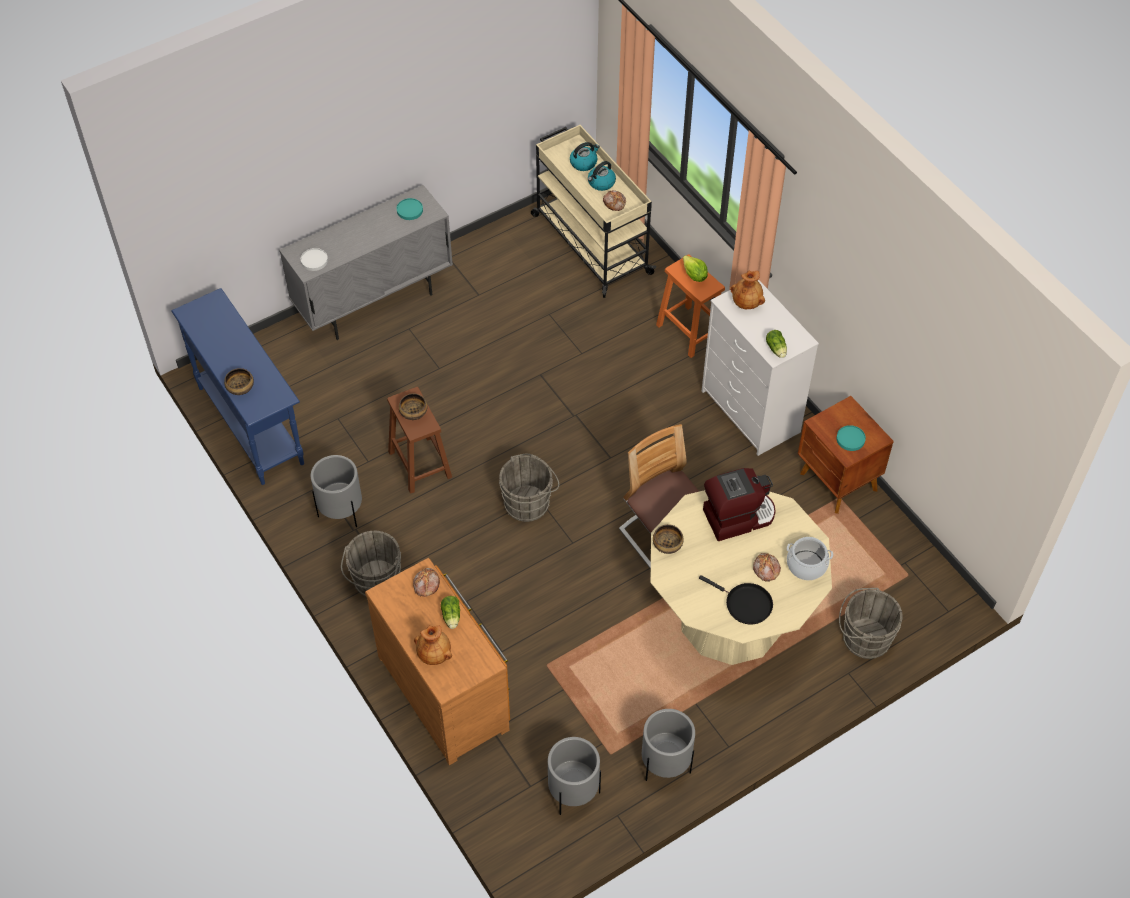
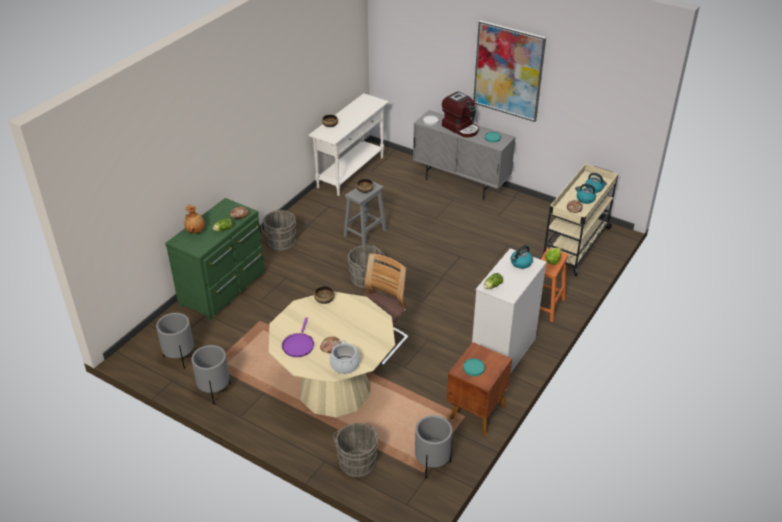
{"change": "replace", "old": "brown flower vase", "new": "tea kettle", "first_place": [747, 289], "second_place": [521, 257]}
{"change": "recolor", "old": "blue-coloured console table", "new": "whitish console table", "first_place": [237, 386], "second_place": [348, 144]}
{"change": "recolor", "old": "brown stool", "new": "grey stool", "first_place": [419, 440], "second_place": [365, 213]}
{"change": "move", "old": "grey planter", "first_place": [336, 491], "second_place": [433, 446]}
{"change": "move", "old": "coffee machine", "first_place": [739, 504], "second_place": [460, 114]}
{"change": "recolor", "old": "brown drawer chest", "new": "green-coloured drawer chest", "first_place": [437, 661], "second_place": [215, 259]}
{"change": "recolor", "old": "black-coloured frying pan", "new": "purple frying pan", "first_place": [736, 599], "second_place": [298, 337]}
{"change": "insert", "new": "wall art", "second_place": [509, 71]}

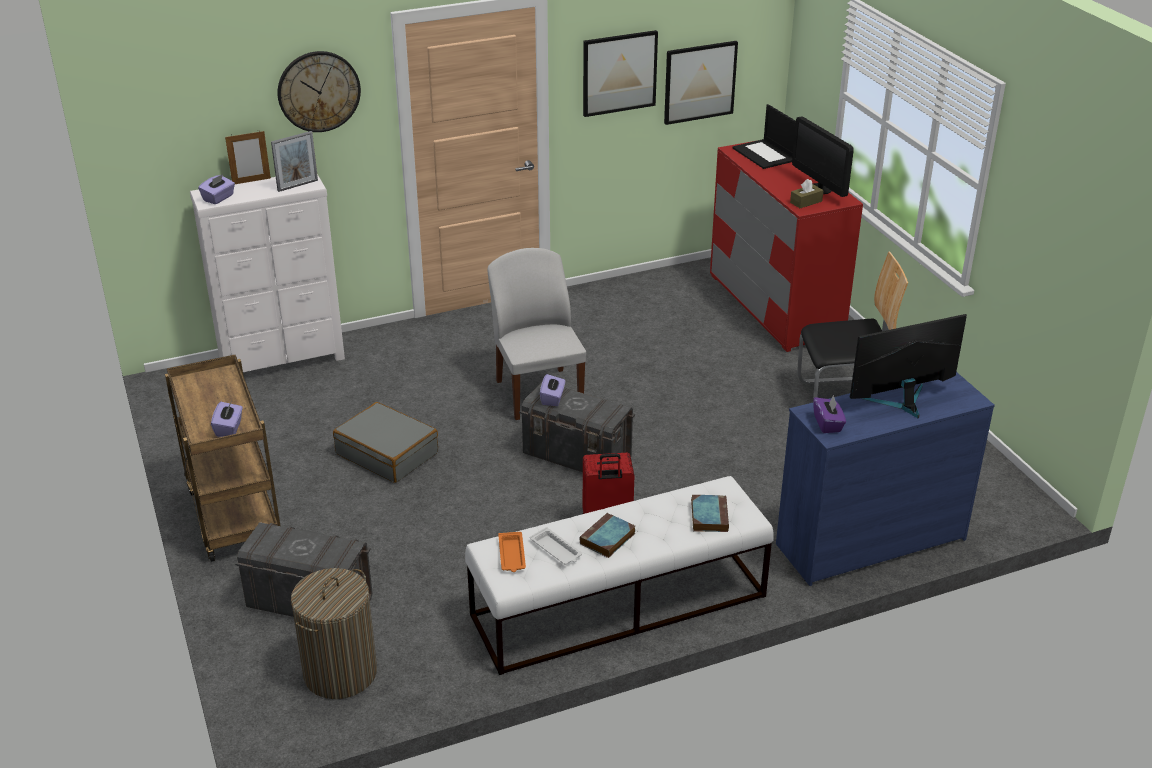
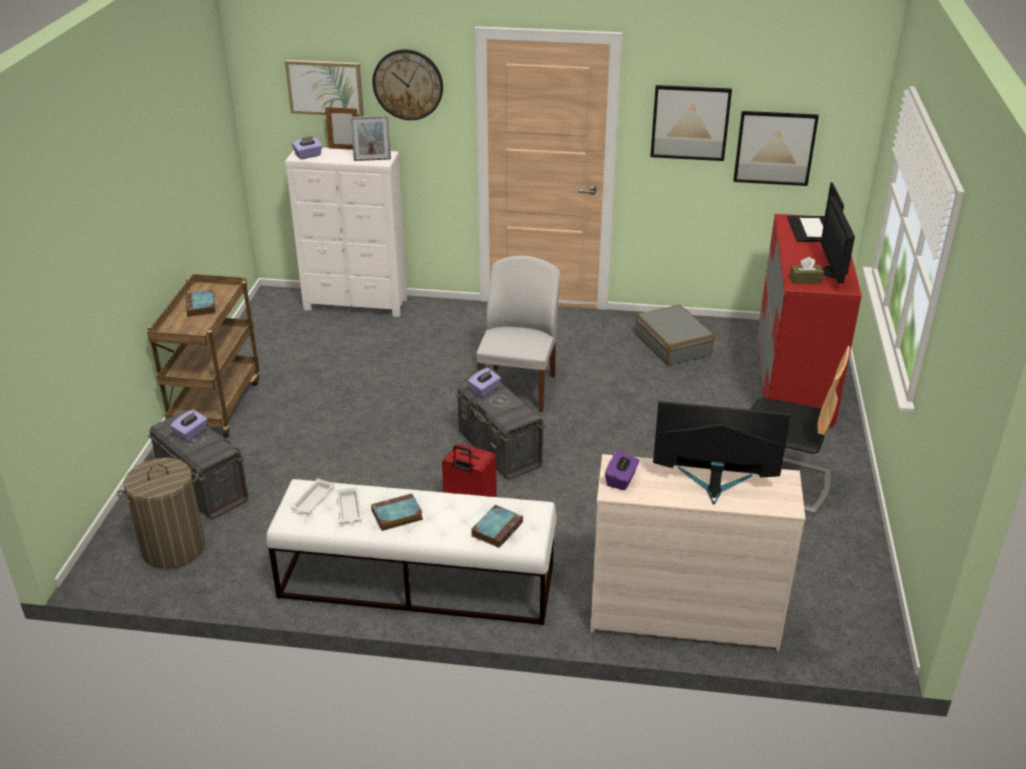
{"change": "recolor", "old": "blue-coloured drawer chest", "new": "beige drawer chest", "first_place": [885, 479], "second_place": [698, 552]}
{"change": "move", "old": "purple tissue box", "first_place": [227, 419], "second_place": [189, 425]}
{"change": "move", "old": "grey piece of luggage", "first_place": [385, 442], "second_place": [674, 335]}
{"change": "recolor", "old": "orange-coloured carrying tray", "new": "whitish carrying tray", "first_place": [512, 552], "second_place": [313, 496]}
{"change": "insert", "new": "wall art", "second_place": [324, 88]}
{"change": "insert", "new": "volume", "second_place": [201, 303]}

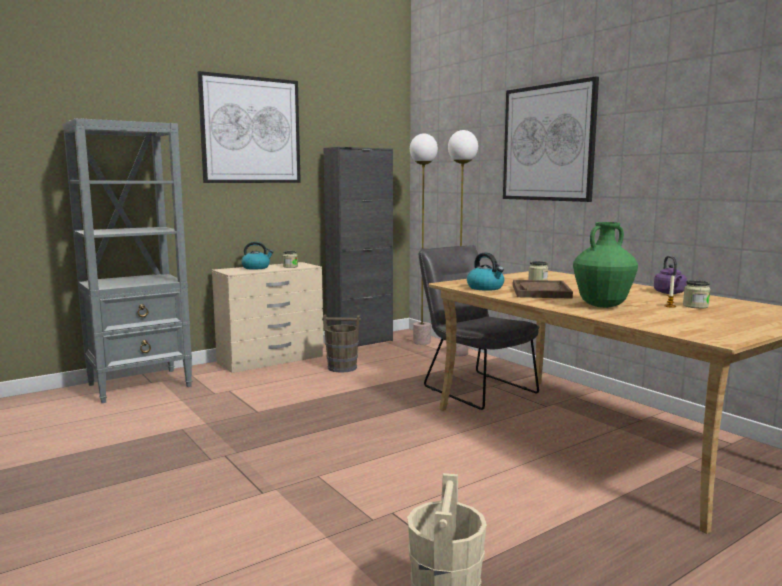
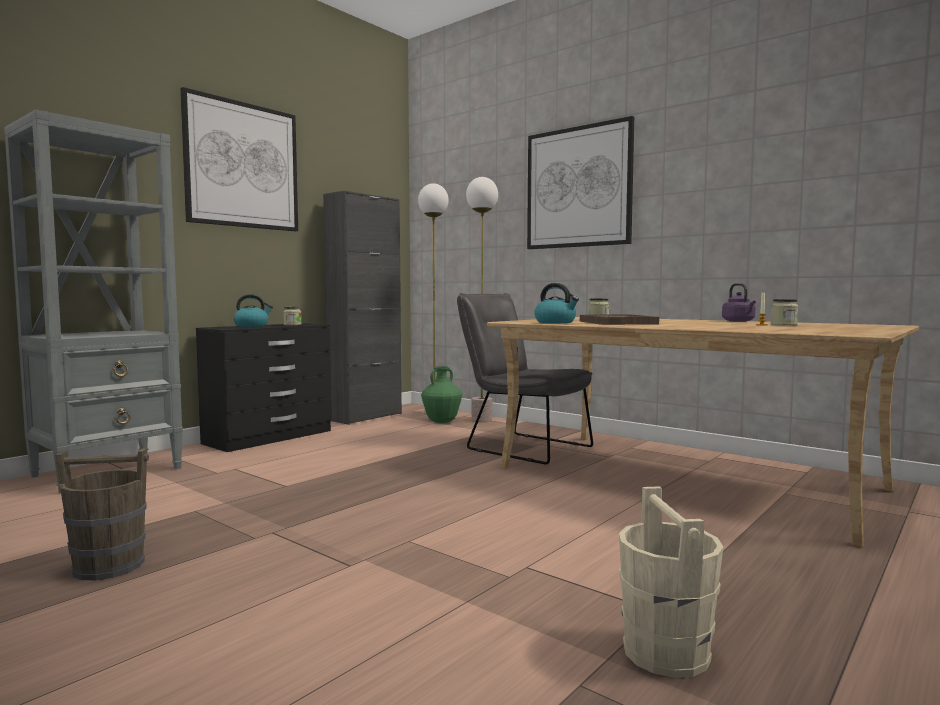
{"change": "move", "old": "green-coloured flower vase", "first_place": [605, 265], "second_place": [441, 394]}
{"change": "recolor", "old": "beige drawer chest", "new": "black-coloured drawer chest", "first_place": [268, 317], "second_place": [264, 387]}
{"change": "move", "old": "brown pail", "first_place": [341, 344], "second_place": [102, 514]}

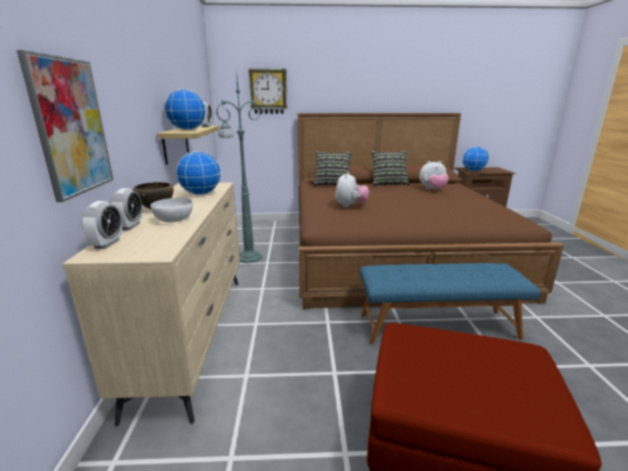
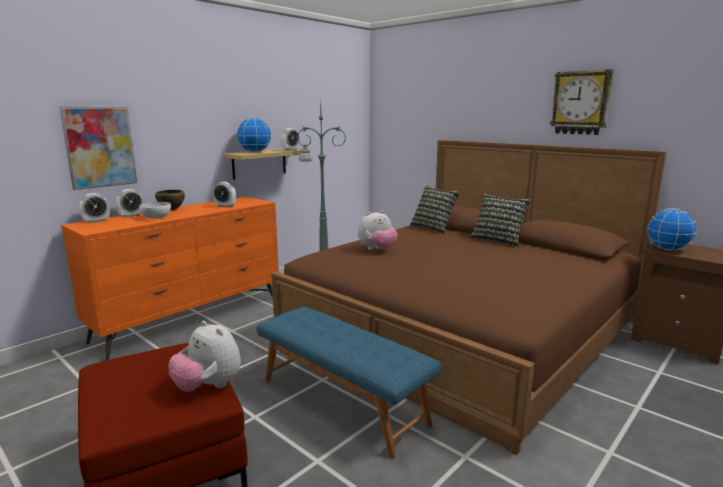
{"change": "move", "old": "clock on the wall", "first_place": [267, 91], "second_place": [582, 102]}
{"change": "replace", "old": "desk globe", "new": "alarm clock", "first_place": [198, 173], "second_place": [224, 194]}
{"change": "move", "old": "plush toy", "first_place": [434, 175], "second_place": [204, 356]}
{"change": "recolor", "old": "beige drawer chest", "new": "orange-coloured drawer chest", "first_place": [151, 304], "second_place": [170, 278]}

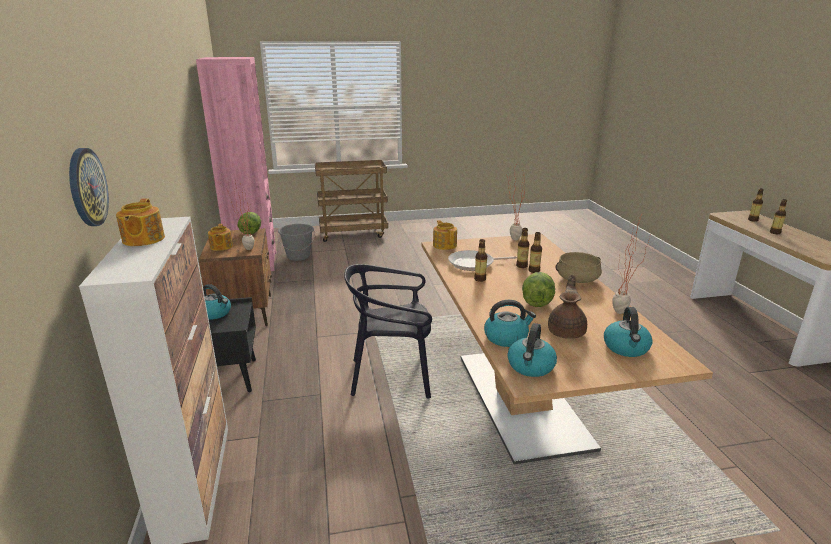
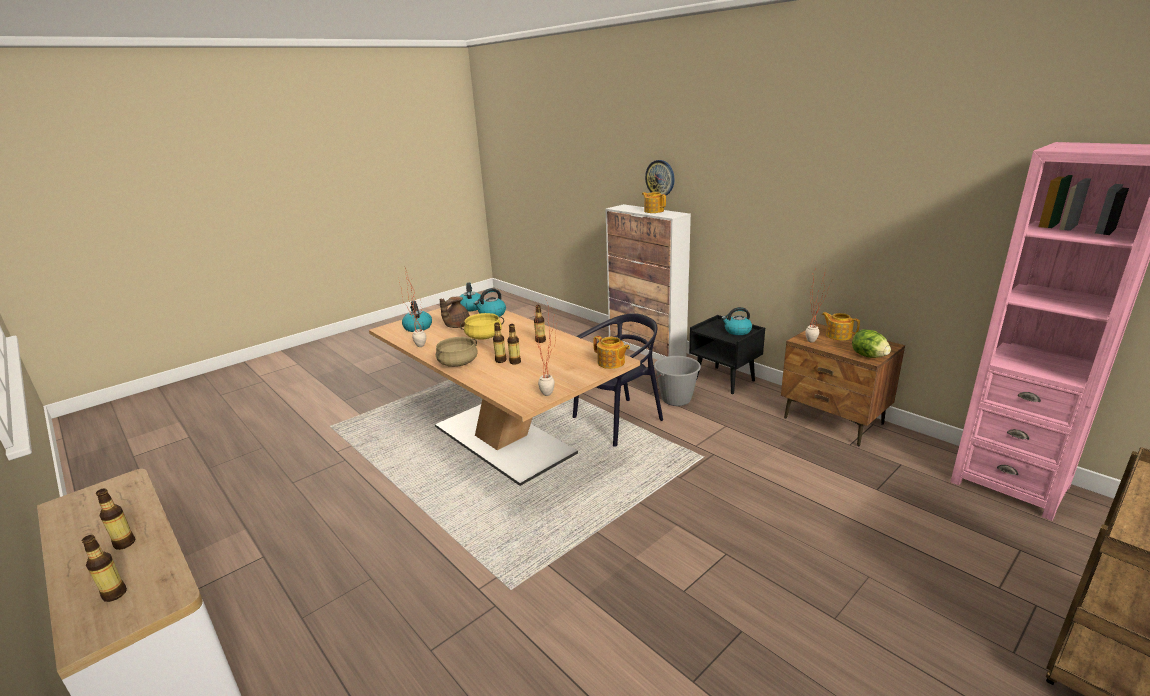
{"change": "move", "old": "grey pail", "first_place": [296, 242], "second_place": [677, 381]}
{"change": "delete", "old": "frying pan", "first_place": [482, 260]}
{"change": "replace", "old": "lettuce", "new": "yellow-coloured cooking pot", "first_place": [538, 289], "second_place": [482, 326]}
{"change": "rotate", "old": "brown teapot", "first_place": [567, 307], "second_place": [455, 312], "degrees": 45}

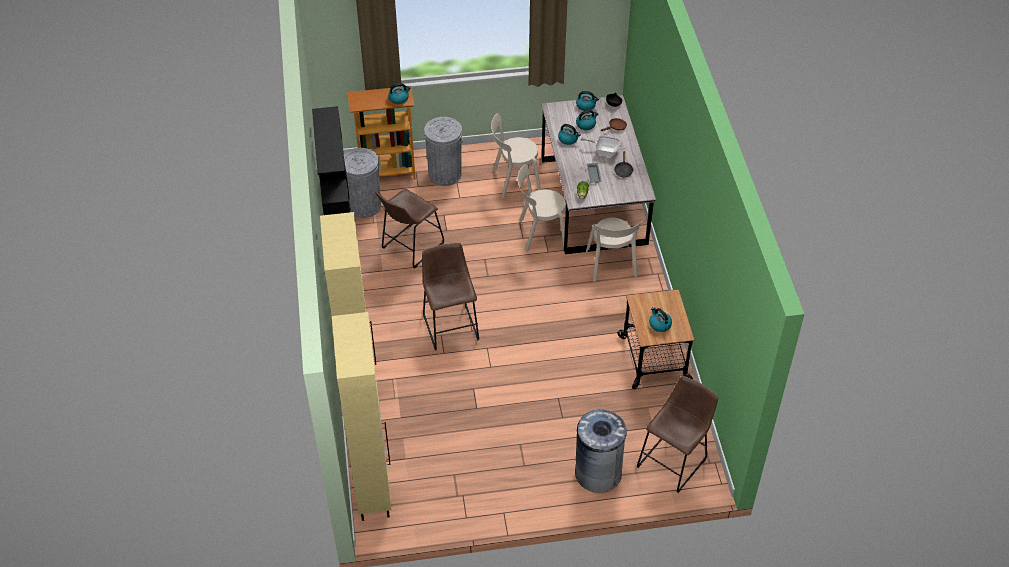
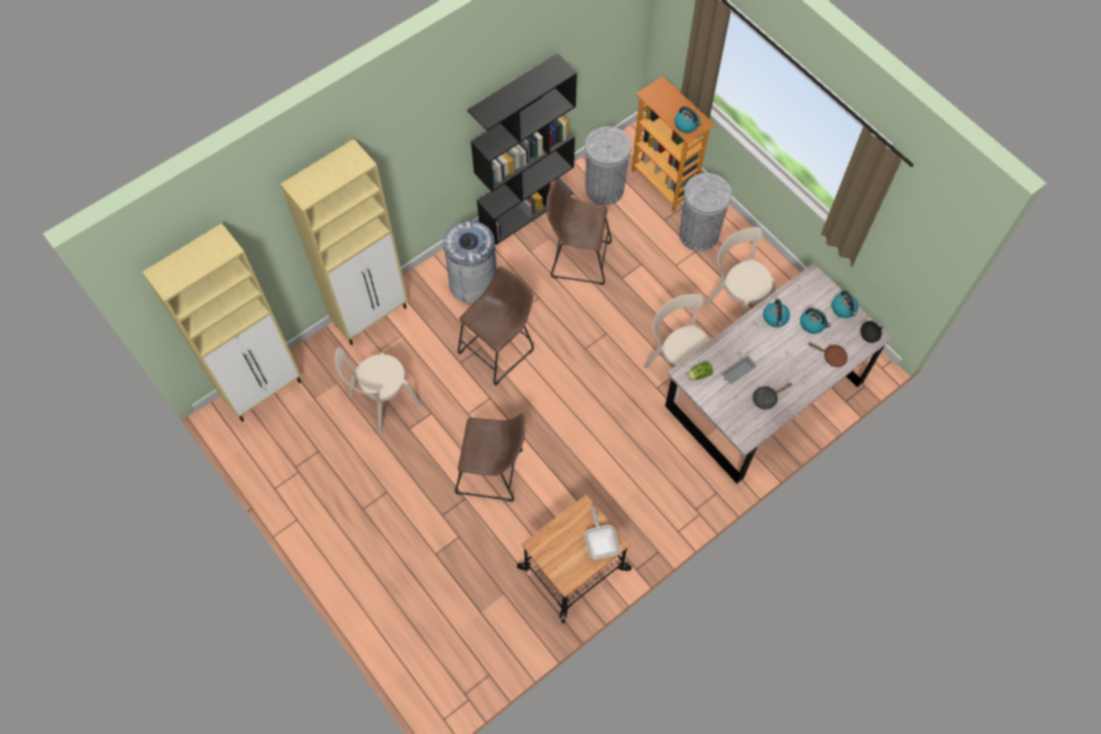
{"change": "move", "old": "frying pan", "first_place": [600, 146], "second_place": [602, 532]}
{"change": "move", "old": "beige upright chair", "first_place": [615, 250], "second_place": [378, 391]}
{"change": "delete", "old": "tea kettle", "first_place": [660, 319]}
{"change": "move", "old": "brown stool", "first_place": [677, 434], "second_place": [490, 457]}
{"change": "move", "old": "grey waste bin", "first_place": [601, 451], "second_place": [470, 263]}

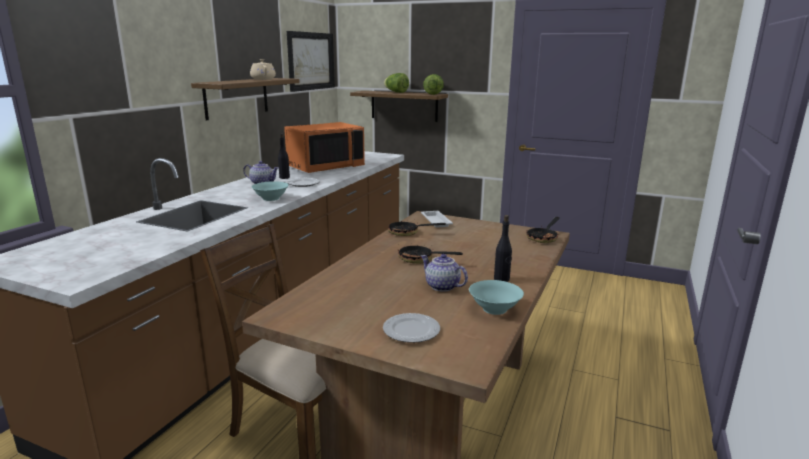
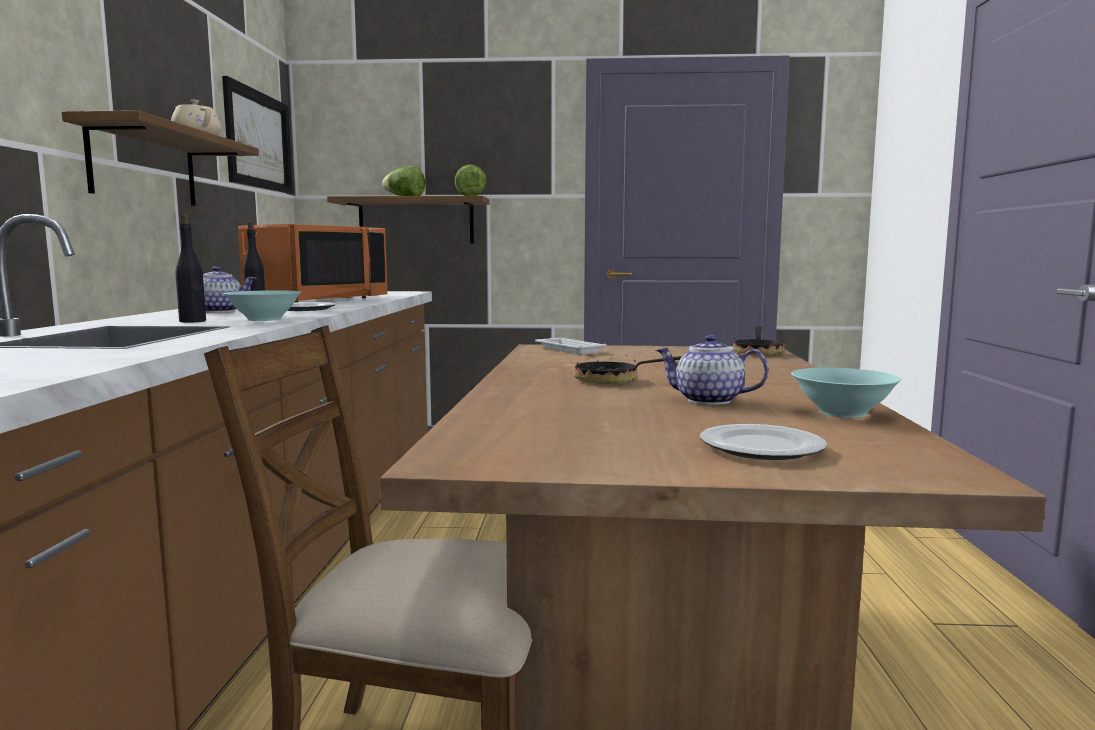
{"change": "move", "old": "black-coloured drink bottle", "first_place": [503, 248], "second_place": [190, 268]}
{"change": "delete", "old": "frying pan", "first_place": [417, 228]}

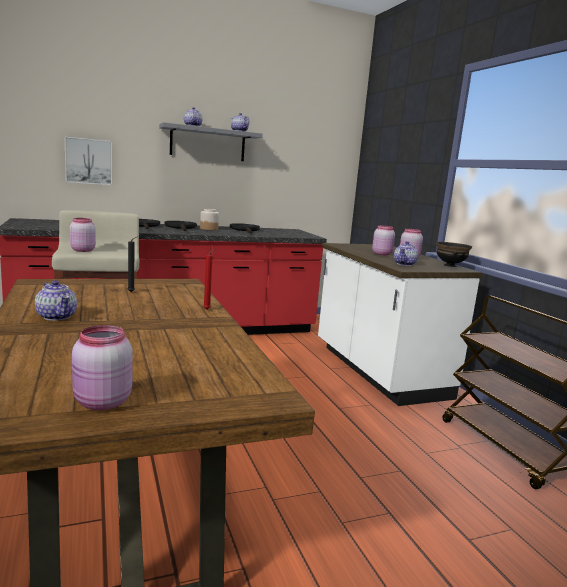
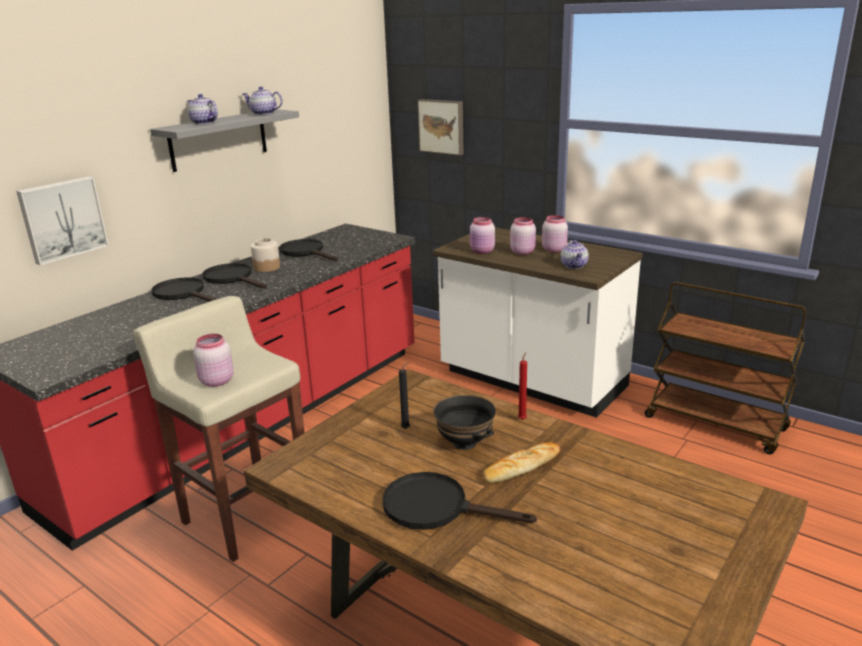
{"change": "move", "old": "black-coloured serving bowl", "first_place": [454, 254], "second_place": [464, 422]}
{"change": "replace", "old": "teapot", "new": "black-coloured frying pan", "first_place": [56, 300], "second_place": [459, 501]}
{"change": "move", "old": "pink-coloured storage jar", "first_place": [102, 367], "second_place": [482, 235]}
{"change": "insert", "new": "wall art", "second_place": [440, 127]}
{"change": "insert", "new": "baked bread", "second_place": [522, 462]}

